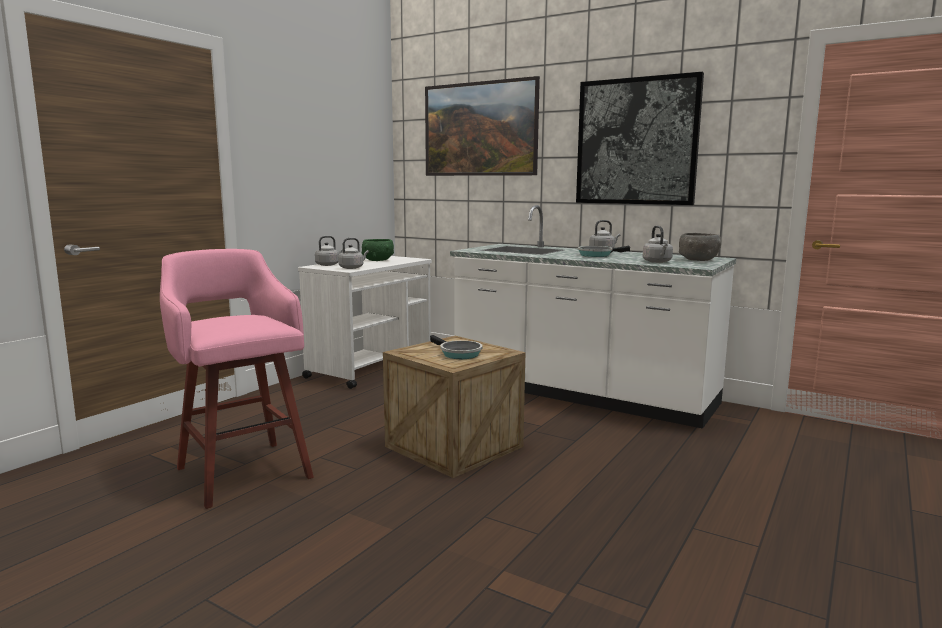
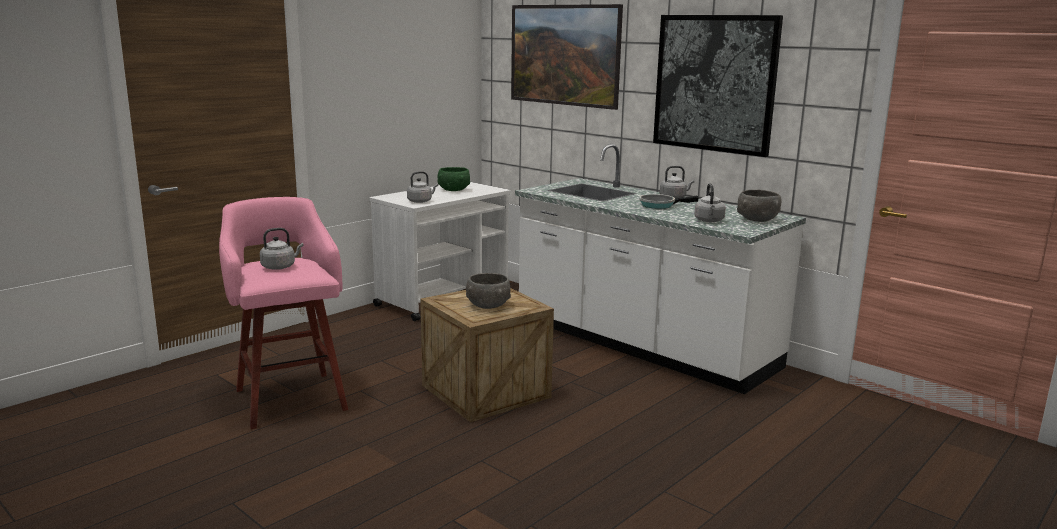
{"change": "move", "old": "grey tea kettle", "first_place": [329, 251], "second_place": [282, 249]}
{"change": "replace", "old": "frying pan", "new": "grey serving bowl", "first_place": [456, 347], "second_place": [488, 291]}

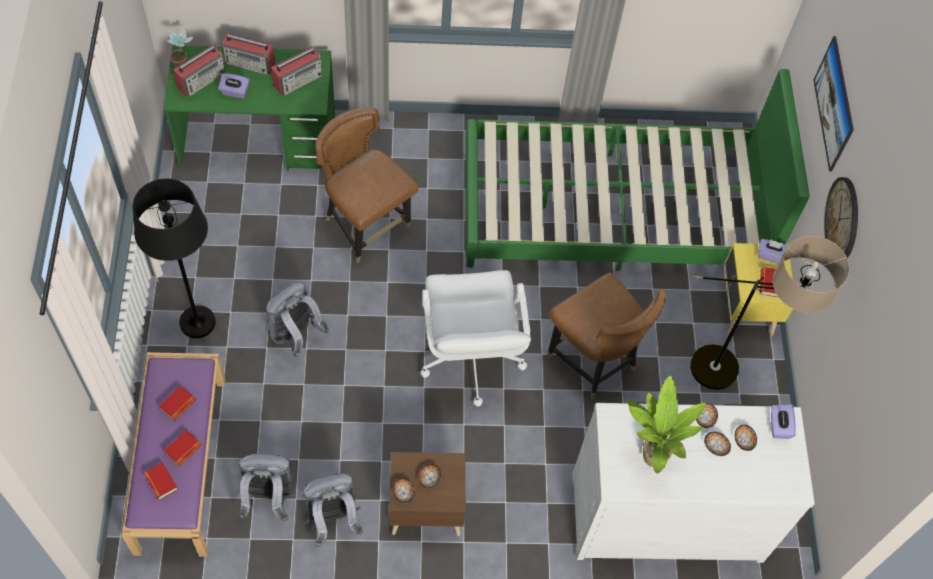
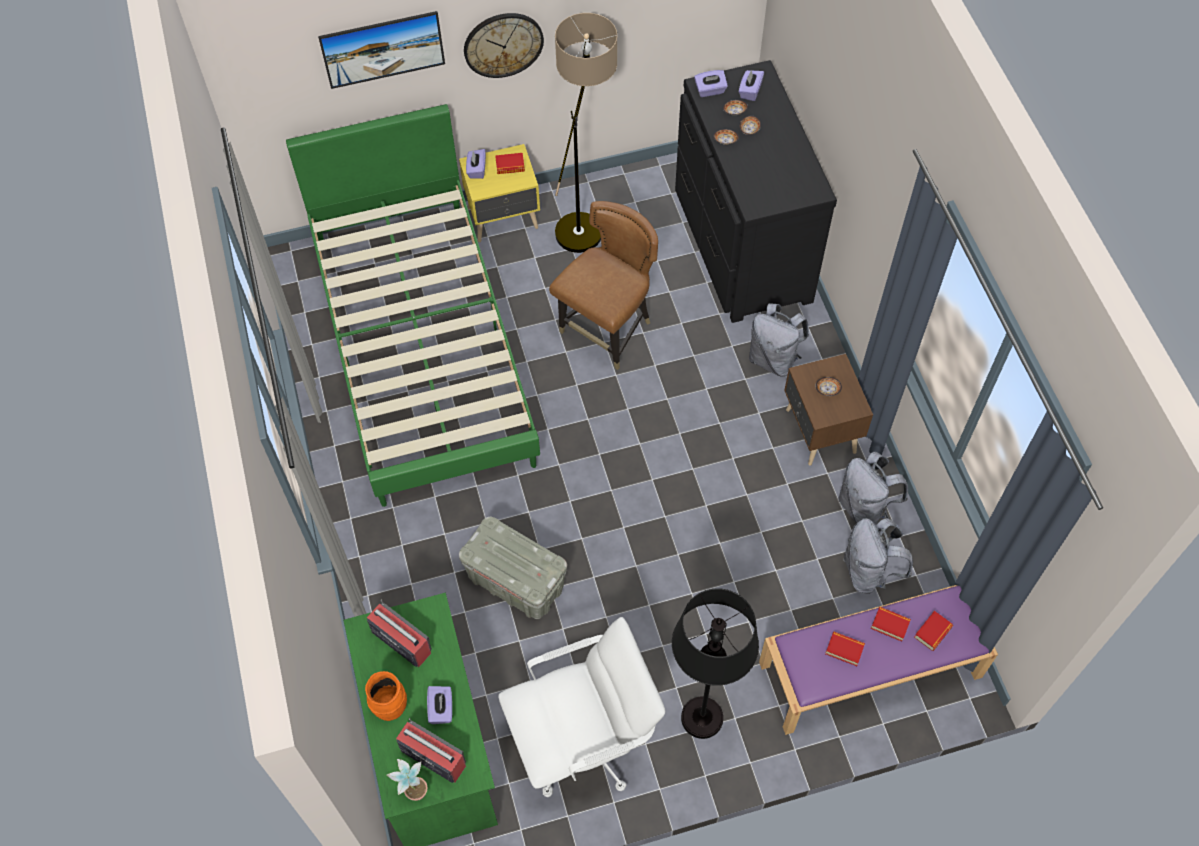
{"change": "replace", "old": "radio", "new": "orange-coloured flower vase", "first_place": [248, 54], "second_place": [386, 696]}
{"change": "replace", "old": "brown upright chair", "new": "grey storage bin", "first_place": [367, 185], "second_place": [513, 568]}
{"change": "move", "old": "whitish desk chair", "first_place": [475, 338], "second_place": [581, 707]}
{"change": "move", "old": "grey knapsack", "first_place": [297, 320], "second_place": [779, 340]}
{"change": "delete", "old": "plant in a pot", "first_place": [666, 424]}
{"change": "recolor", "old": "whitish drawer chest", "new": "black-coloured drawer chest", "first_place": [693, 482], "second_place": [756, 191]}
{"change": "delete", "old": "serving bowl", "first_place": [404, 490]}
{"change": "insert", "new": "purple tissue box", "second_place": [751, 85]}

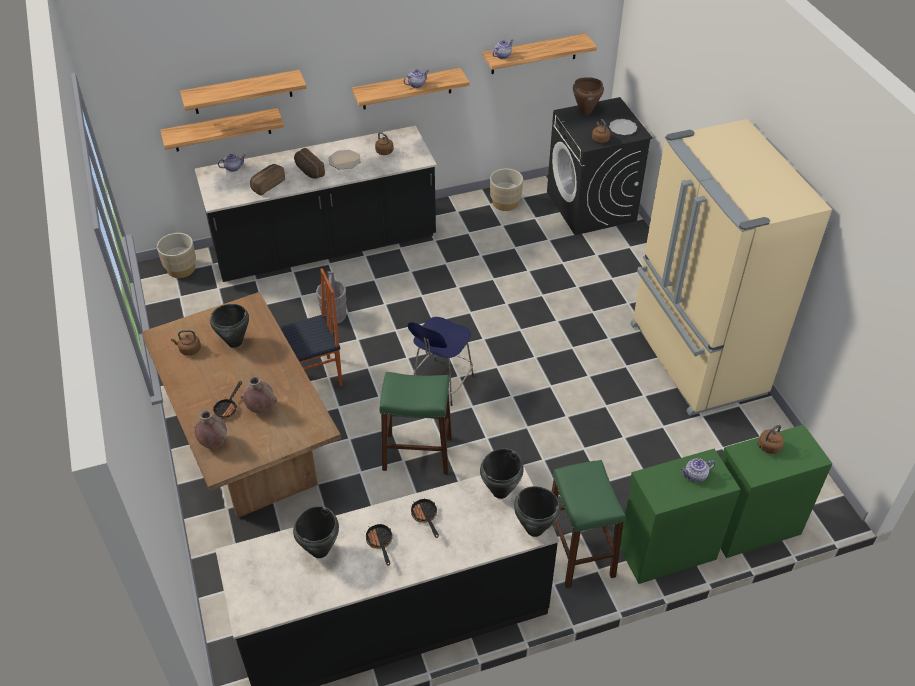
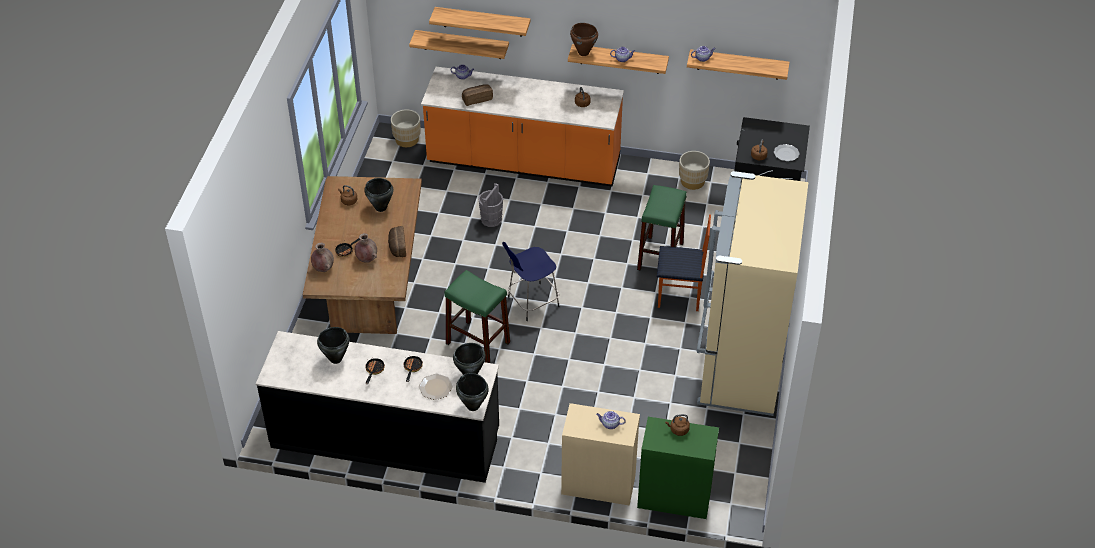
{"change": "move", "old": "brown cooking pot", "first_place": [588, 96], "second_place": [584, 39]}
{"change": "recolor", "old": "black-coloured counter", "new": "orange-coloured counter", "first_place": [316, 204], "second_place": [522, 127]}
{"change": "move", "old": "baked bread", "first_place": [309, 163], "second_place": [397, 241]}
{"change": "move", "old": "plate", "first_place": [344, 159], "second_place": [436, 387]}
{"change": "move", "old": "upright chair", "first_place": [311, 327], "second_place": [684, 262]}
{"change": "recolor", "old": "green-coloured storage cabinet", "new": "beige storage cabinet", "first_place": [680, 516], "second_place": [600, 454]}
{"change": "move", "old": "green-coloured stool", "first_place": [588, 524], "second_place": [662, 228]}

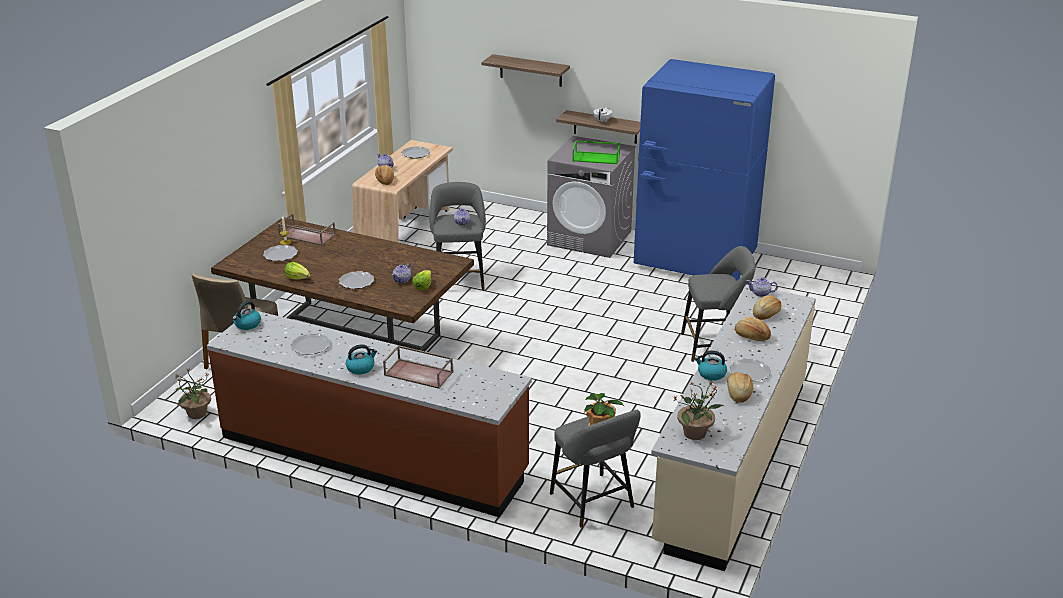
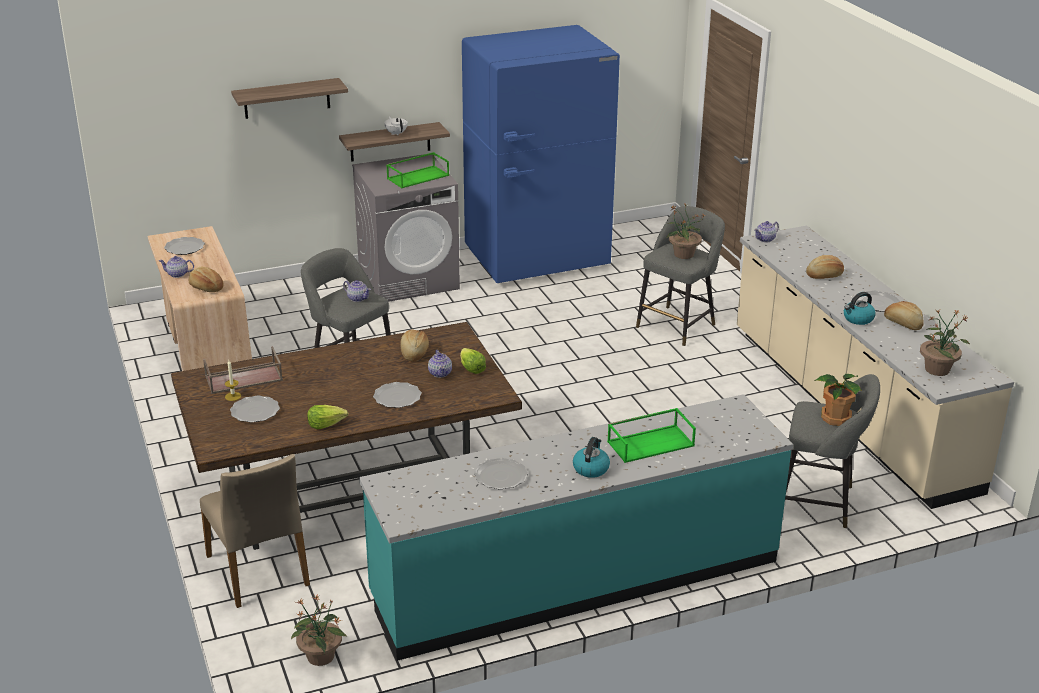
{"change": "move", "old": "baked bread", "first_place": [767, 307], "second_place": [415, 345]}
{"change": "delete", "old": "tea kettle", "first_place": [247, 315]}
{"change": "recolor", "old": "brown counter", "new": "blue-green counter", "first_place": [369, 414], "second_place": [576, 527]}
{"change": "recolor", "old": "brown carrying tray", "new": "green-coloured carrying tray", "first_place": [418, 367], "second_place": [651, 435]}
{"change": "insert", "new": "plant in a pot", "second_place": [686, 230]}

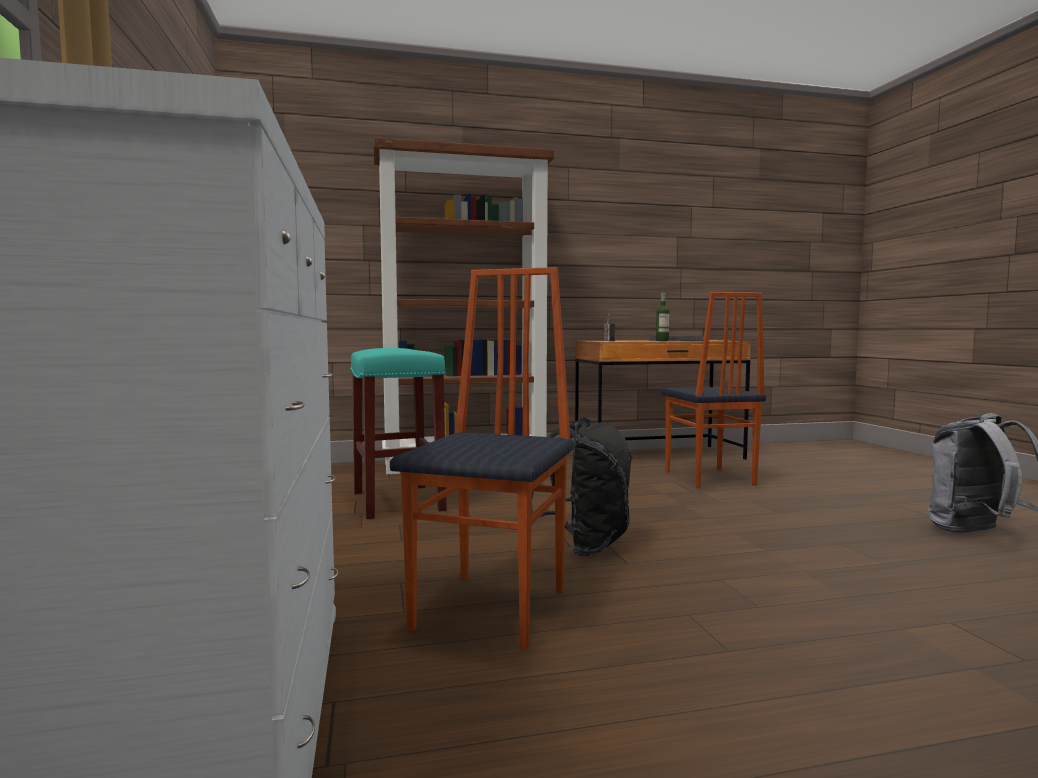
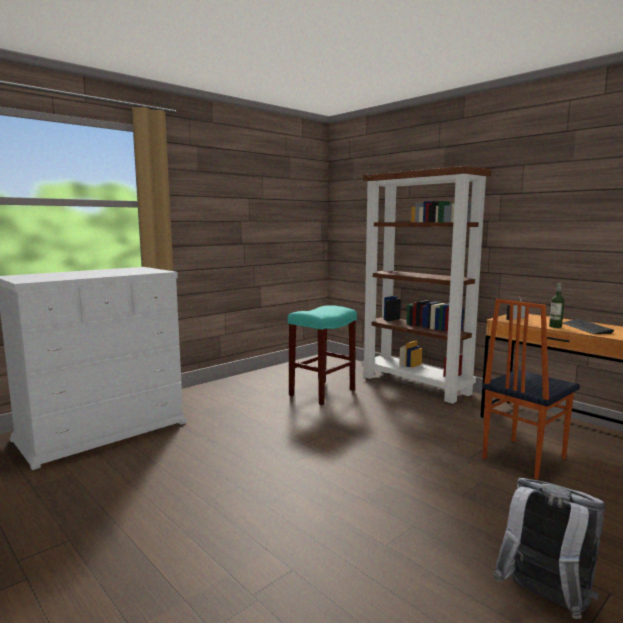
{"change": "delete", "old": "upright chair", "first_place": [482, 458]}
{"change": "delete", "old": "black-coloured knapsack", "first_place": [582, 487]}

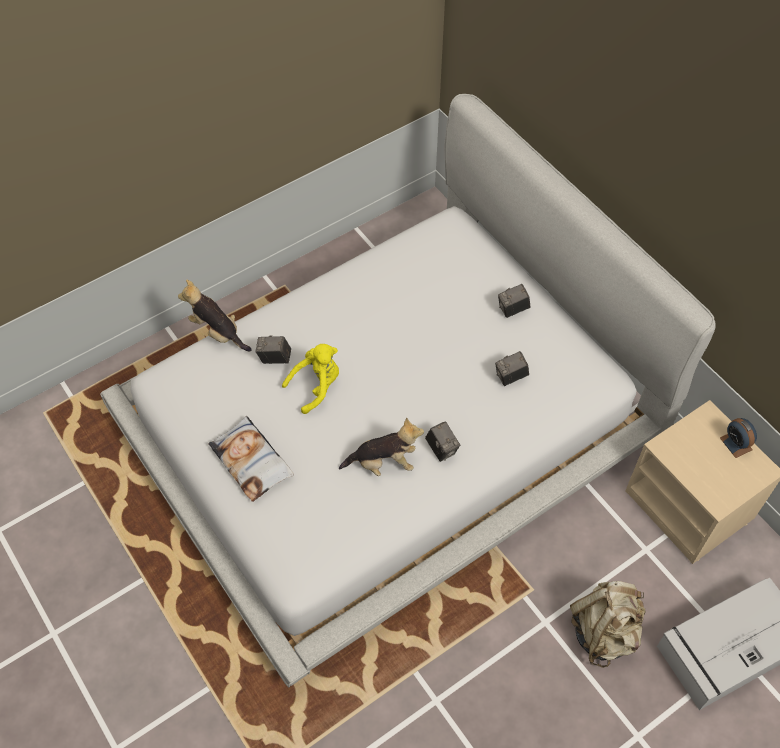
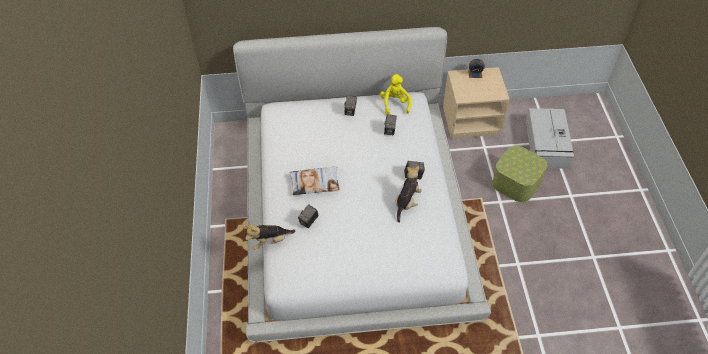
{"change": "move", "old": "yellow-coloured plush toy", "first_place": [310, 379], "second_place": [395, 94]}
{"change": "move", "old": "cushion", "first_place": [251, 459], "second_place": [314, 181]}
{"change": "replace", "old": "beige knapsack", "new": "storage bin", "first_place": [608, 624], "second_place": [519, 174]}

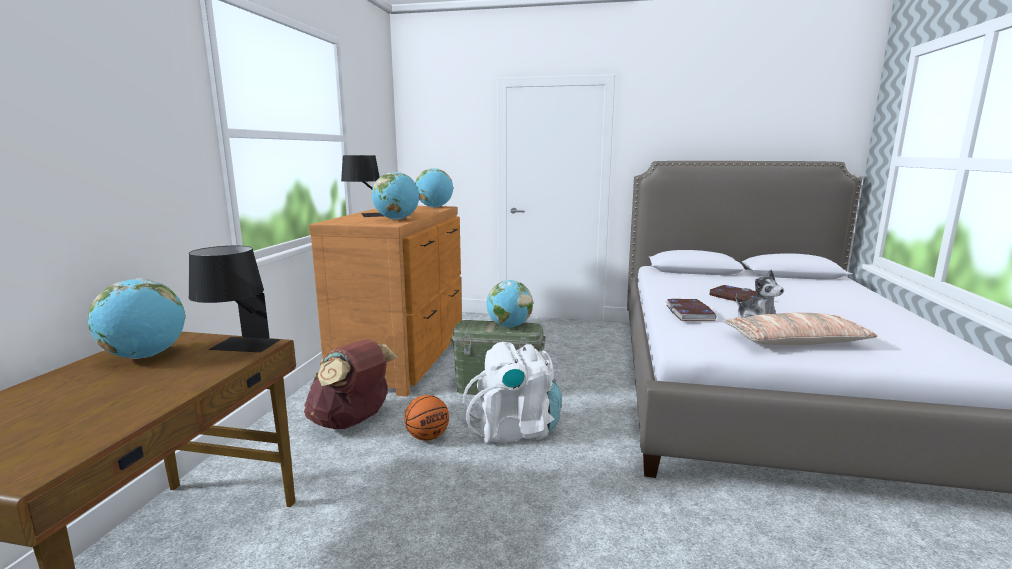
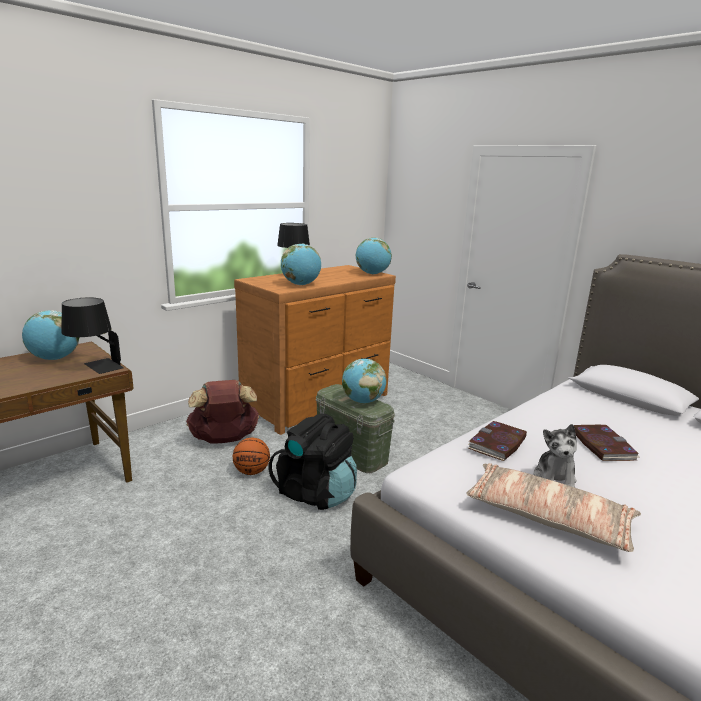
{"change": "recolor", "old": "whitish knapsack", "new": "black-coloured knapsack", "first_place": [512, 392], "second_place": [312, 462]}

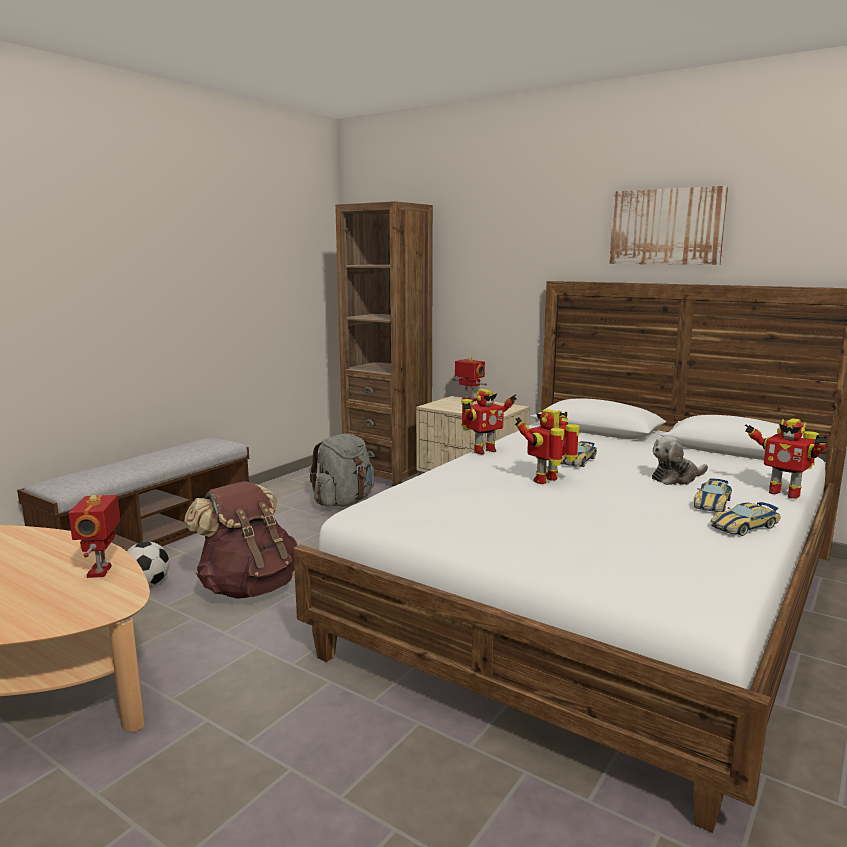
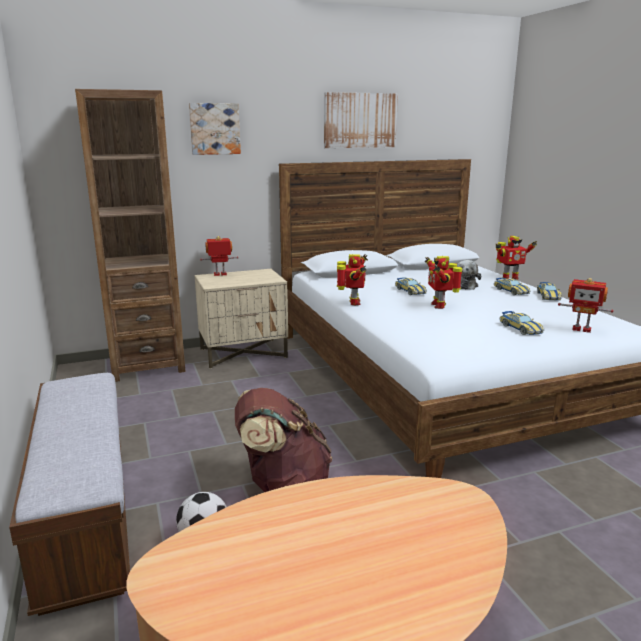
{"change": "delete", "old": "grey knapsack", "first_place": [342, 470]}
{"change": "move", "old": "model robot", "first_place": [95, 536], "second_place": [586, 305]}
{"change": "insert", "new": "wall art", "second_place": [215, 129]}
{"change": "insert", "new": "miniature car", "second_place": [522, 323]}

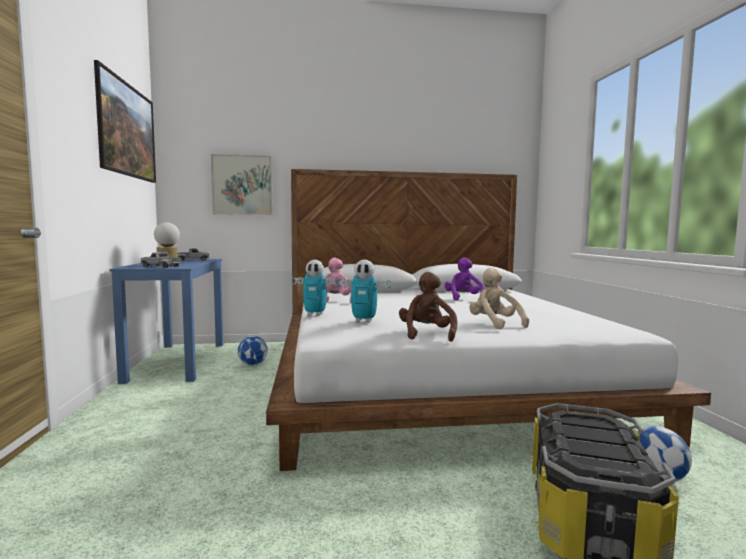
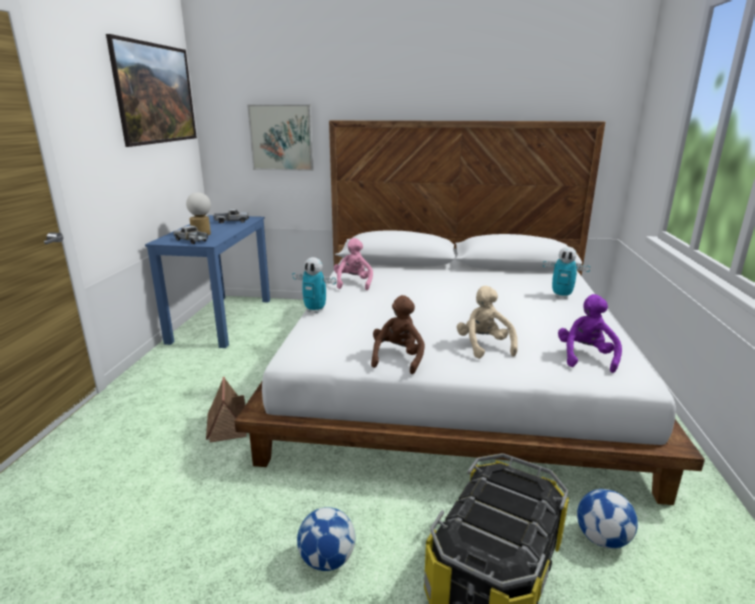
{"change": "move", "old": "purple plush toy", "first_place": [465, 279], "second_place": [590, 333]}
{"change": "move", "old": "model robot", "first_place": [364, 291], "second_place": [566, 273]}
{"change": "move", "old": "football", "first_place": [253, 350], "second_place": [326, 539]}
{"change": "insert", "new": "model house", "second_place": [226, 410]}

